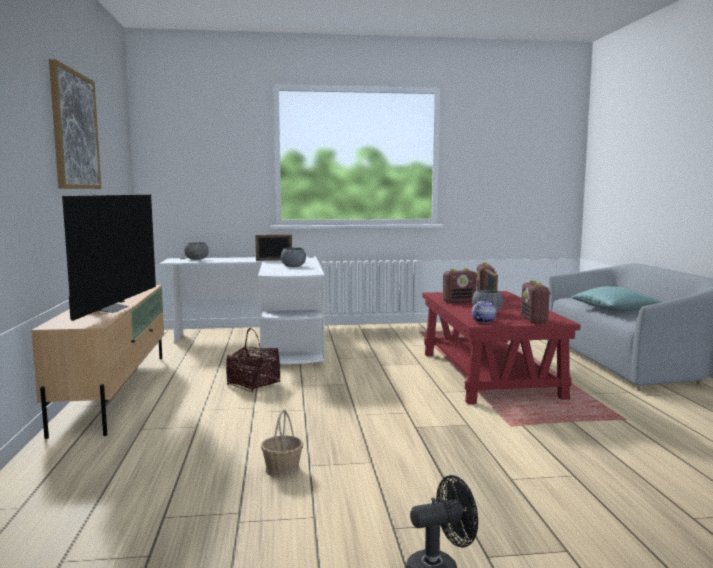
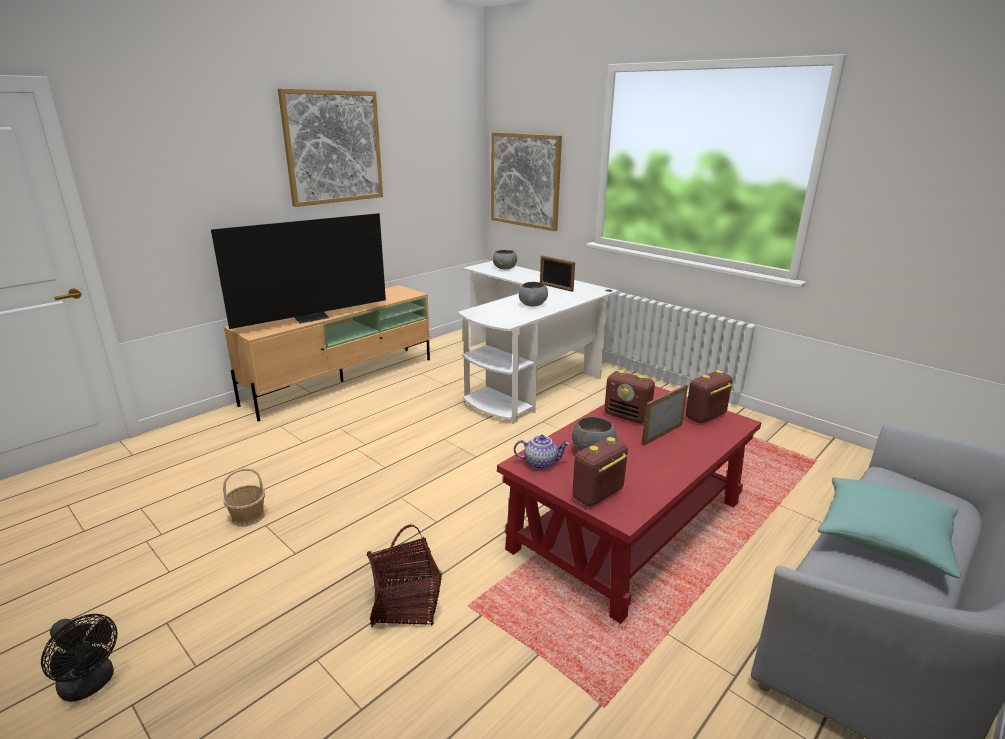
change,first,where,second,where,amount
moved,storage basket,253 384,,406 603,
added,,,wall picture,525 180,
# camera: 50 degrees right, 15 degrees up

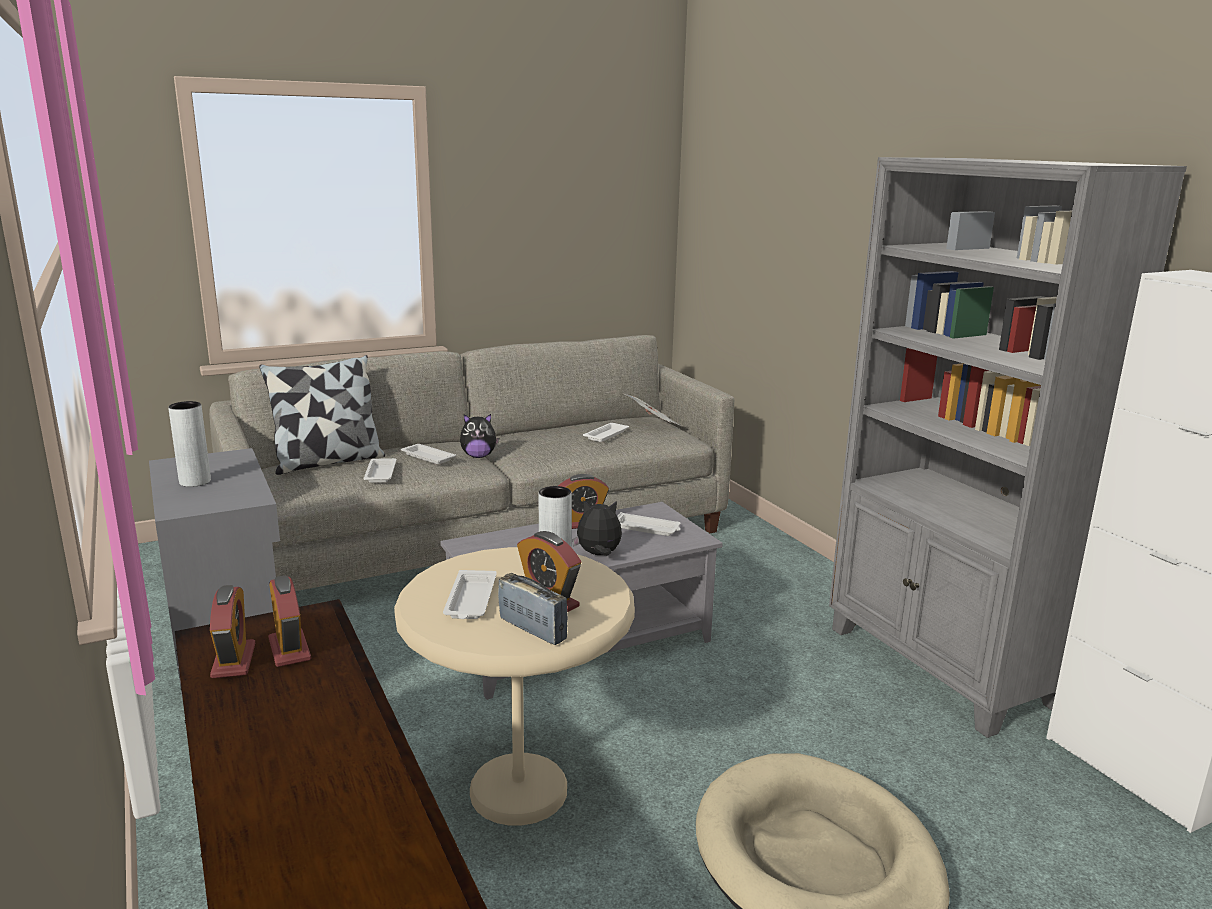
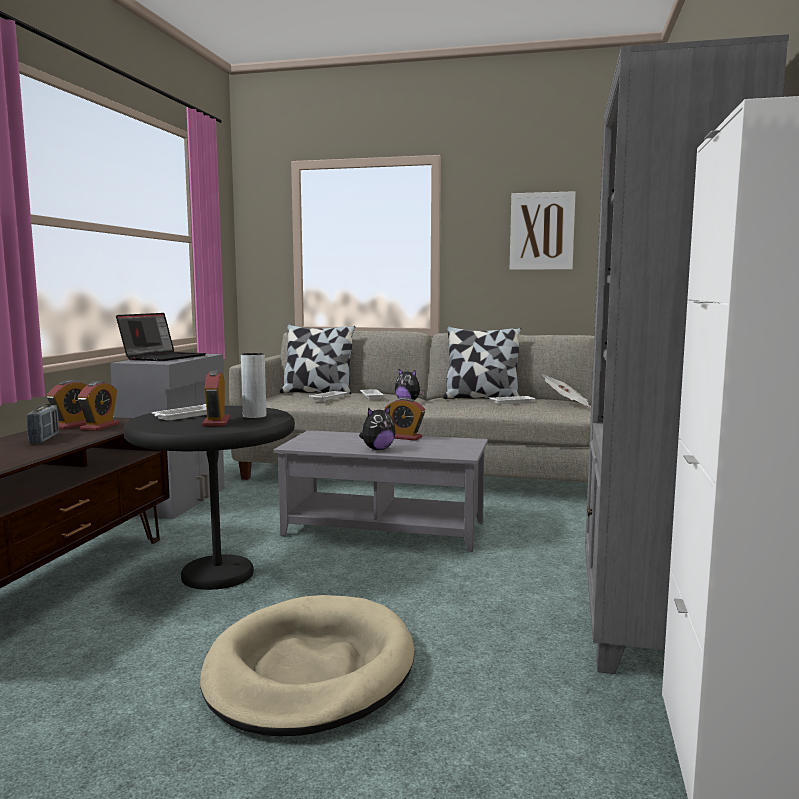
change,first,where,second,where,amount
moved,radio,532 629,,44 439,
replaced,decorative vase in grey,195 481,portable computer,163 357,
recoloured,accent table in sand-coloured,518 791,accent table in black,217 574,
turned,soft toy,598 555,,377 449,105 degrees clockwise
added,,,throw pillow,481 398,
added,,,wall picture,542 231,
removed,carrying tray in whitish,647 528,,,
# camera: 40 degrees right, 10 degrees down

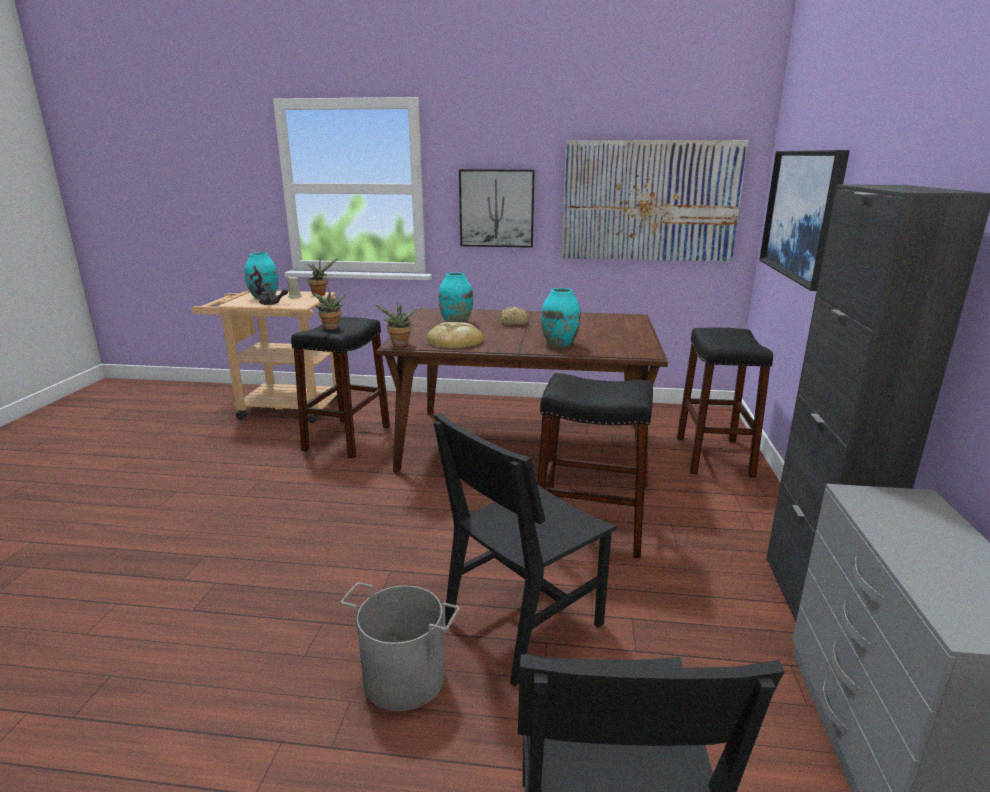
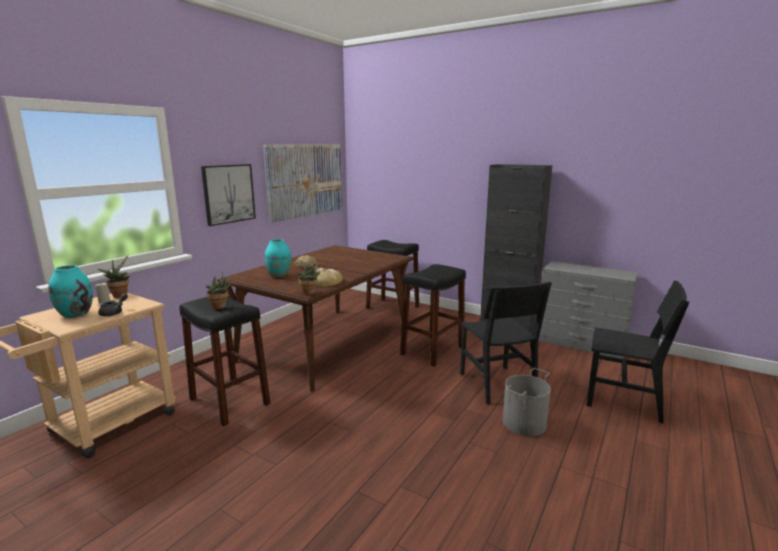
change,first,where,second,where,amount
removed,decorative vase in blue-green,559 344,,,
removed,wall picture,802 214,,,
# camera: 65 degrees left, 5 degrees down

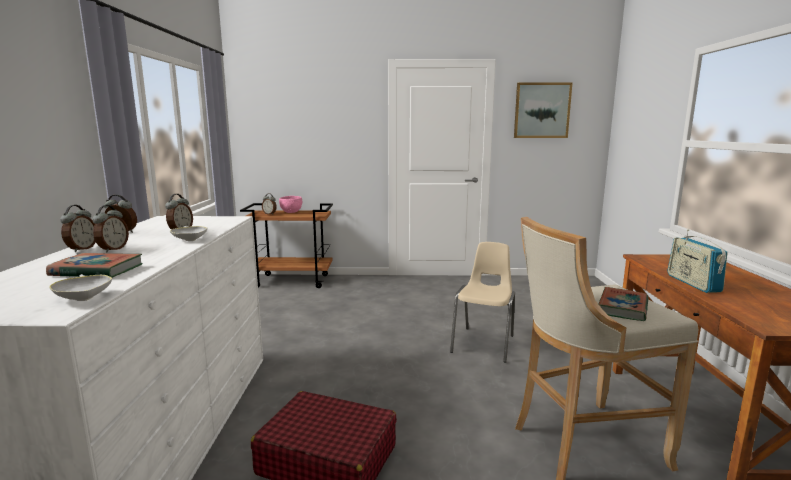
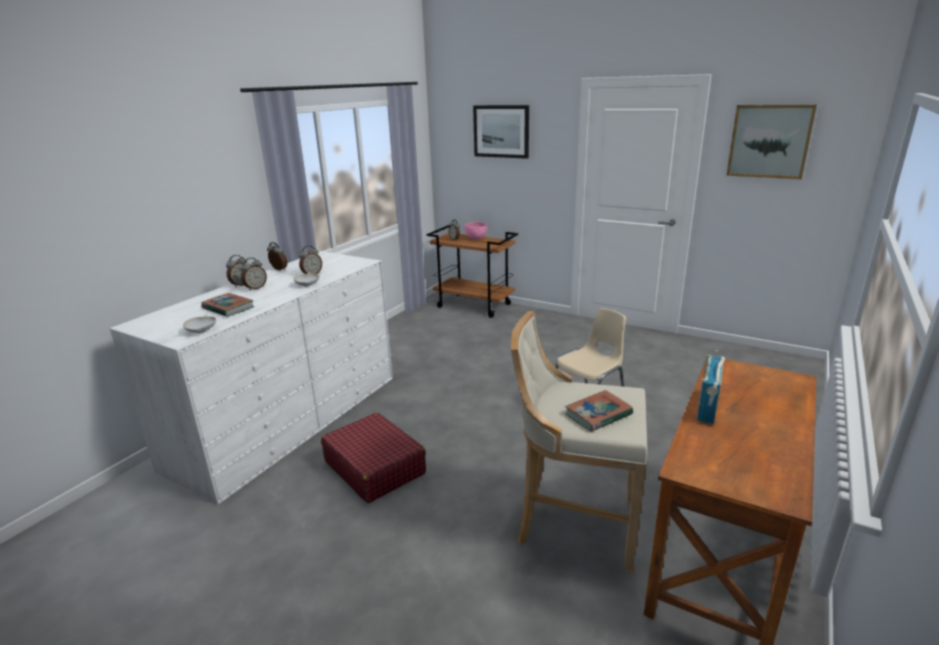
change,first,where,second,where,amount
added,,,wall picture,501 131,
# camera: 30 degrees right, 10 degrees up

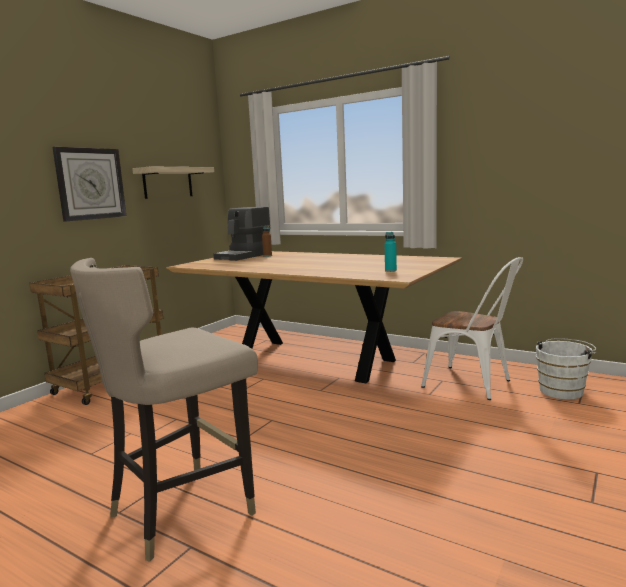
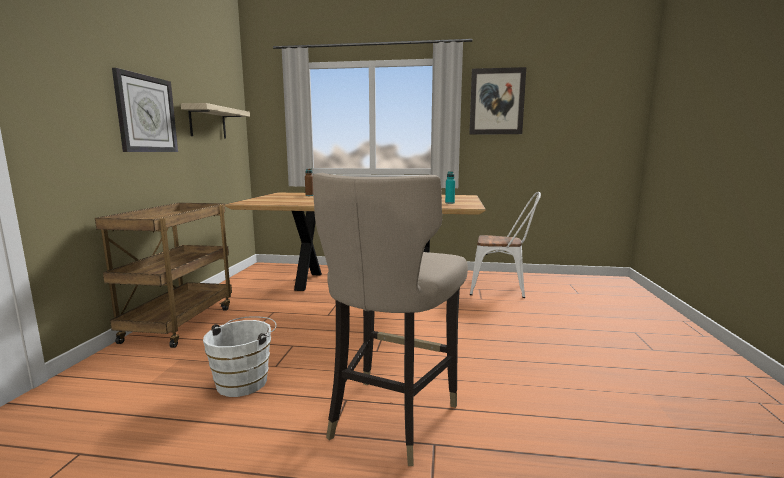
change,first,where,second,where,amount
moved,pail in whitish,563 390,,245 381,
added,,,wall picture,496 101,
removed,coffee maker,244 256,,,
# camera: 25 degrees left, 0 degrees up

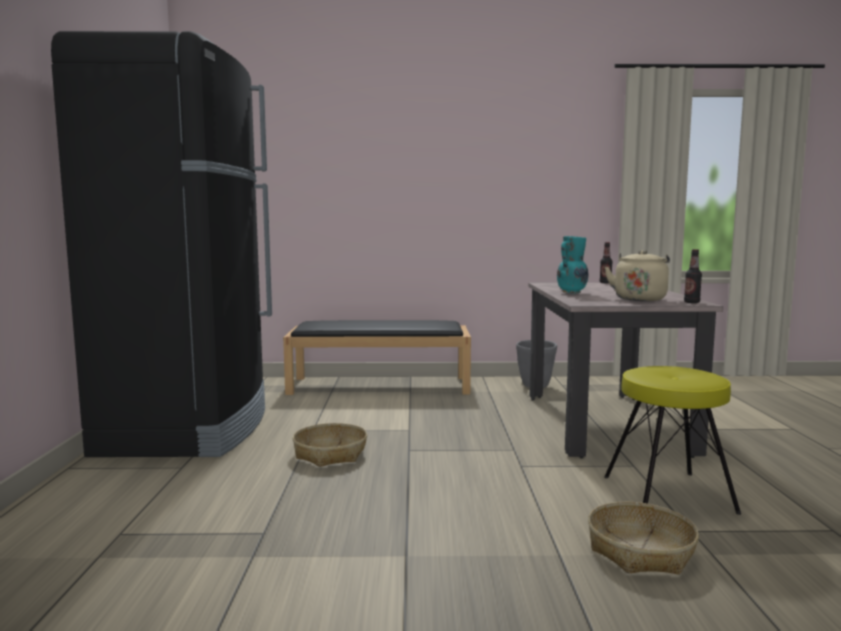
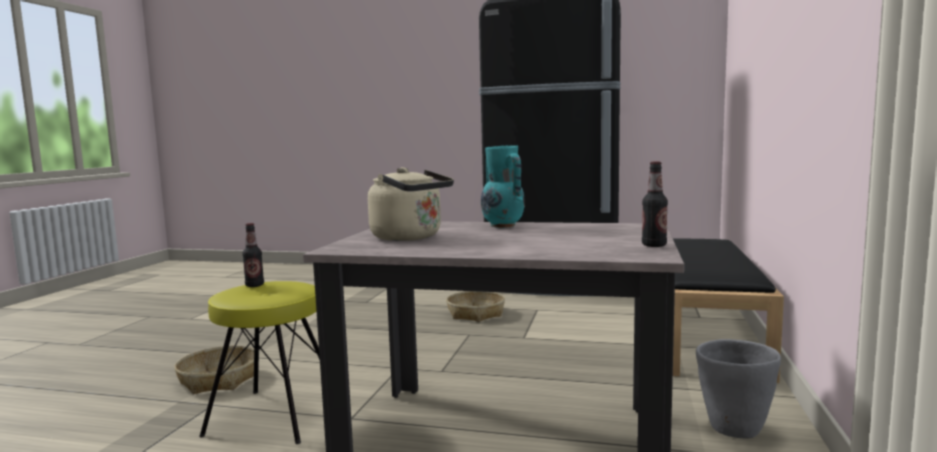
change,first,where,second,where,amount
moved,bottle,691 302,,254 285,
# camera: 105 degrees right, 0 degrees up

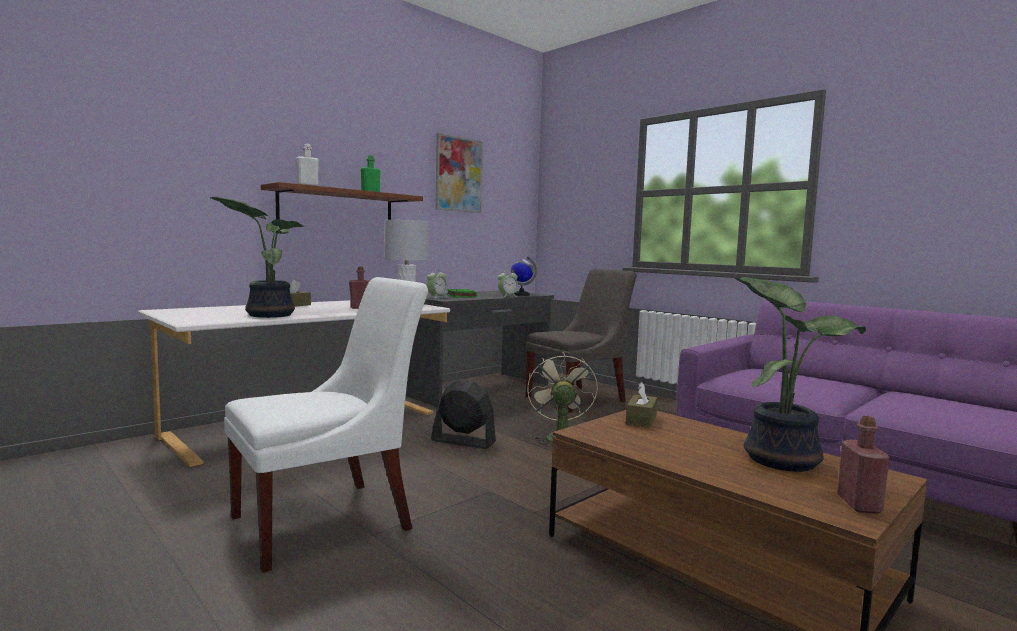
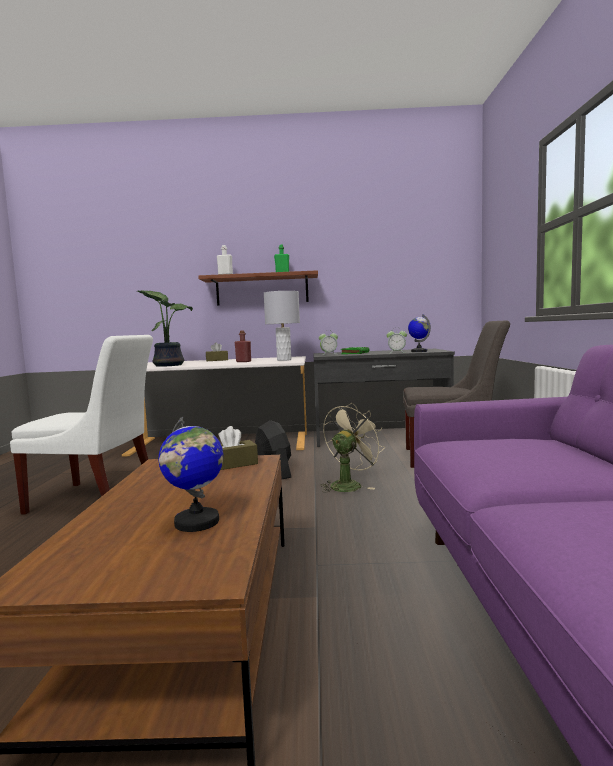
change,first,where,second,where,amount
replaced,potted plant,781 459,world globe,196 522,
removed,wall picture,458 174,,,
removed,bottle in red,859 505,,,
# camera: 45 degrees right, 0 degrees up

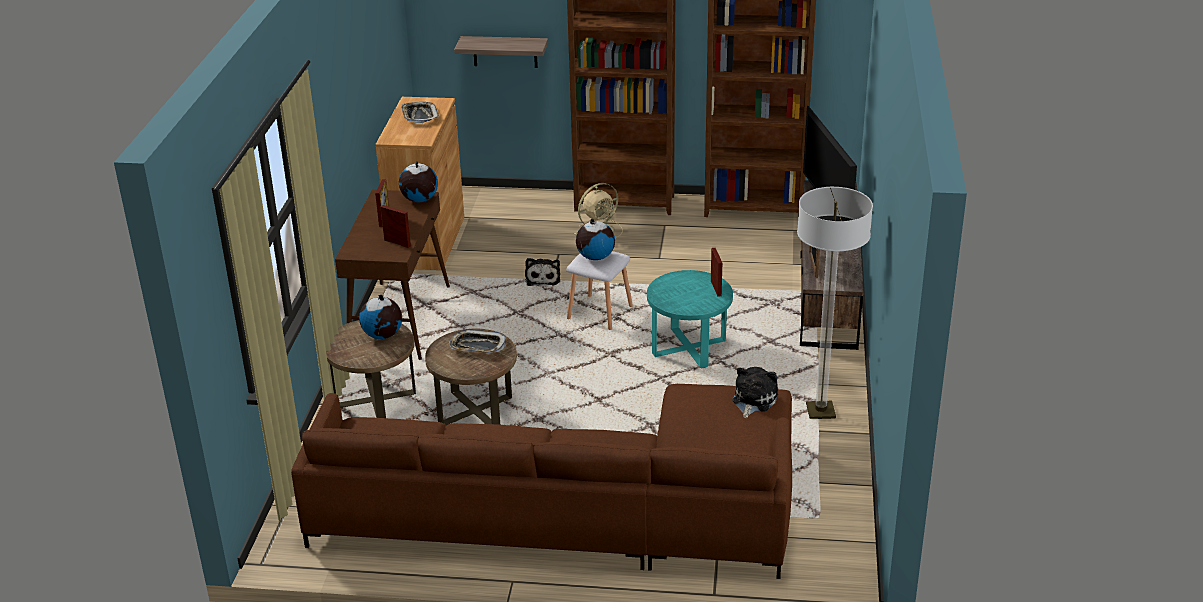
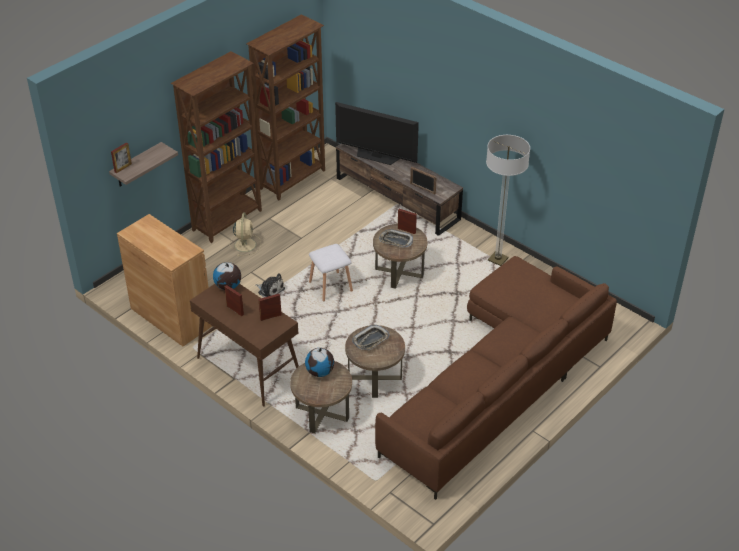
change,first,where,second,where,amount
added,,,picture frame,123 168,
recoloured,accent table in blue-green,689 348,accent table in brown,399 272,
moved,carrying tray,419 115,,395 241,
removed,world globe,595 257,,,
removed,soft toy,753 400,,,
# camera: 55 degrees left, 10 degrees up

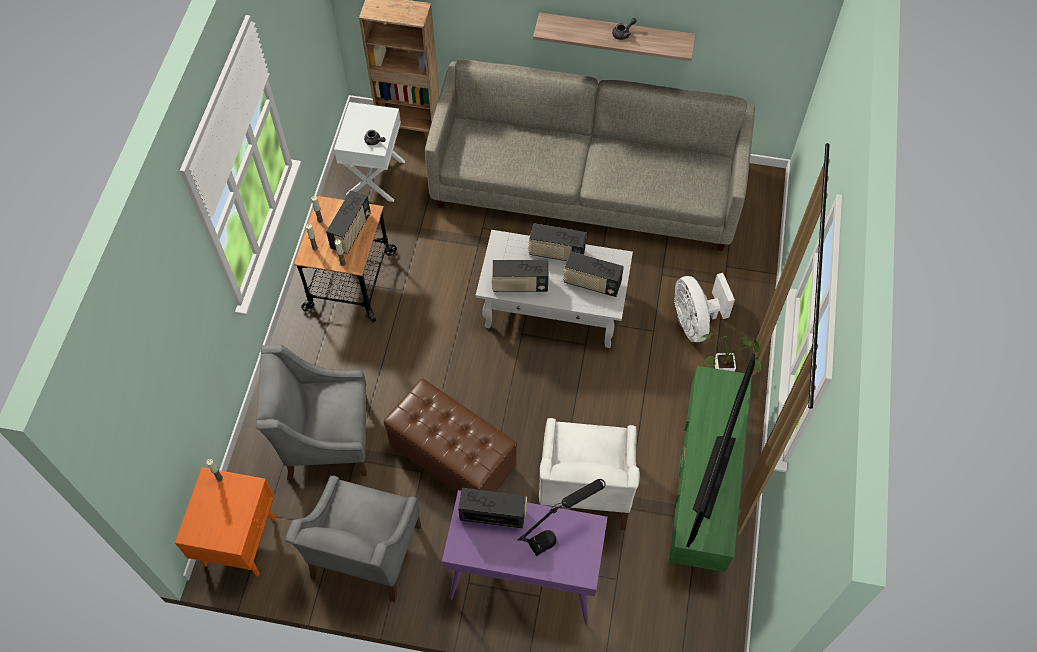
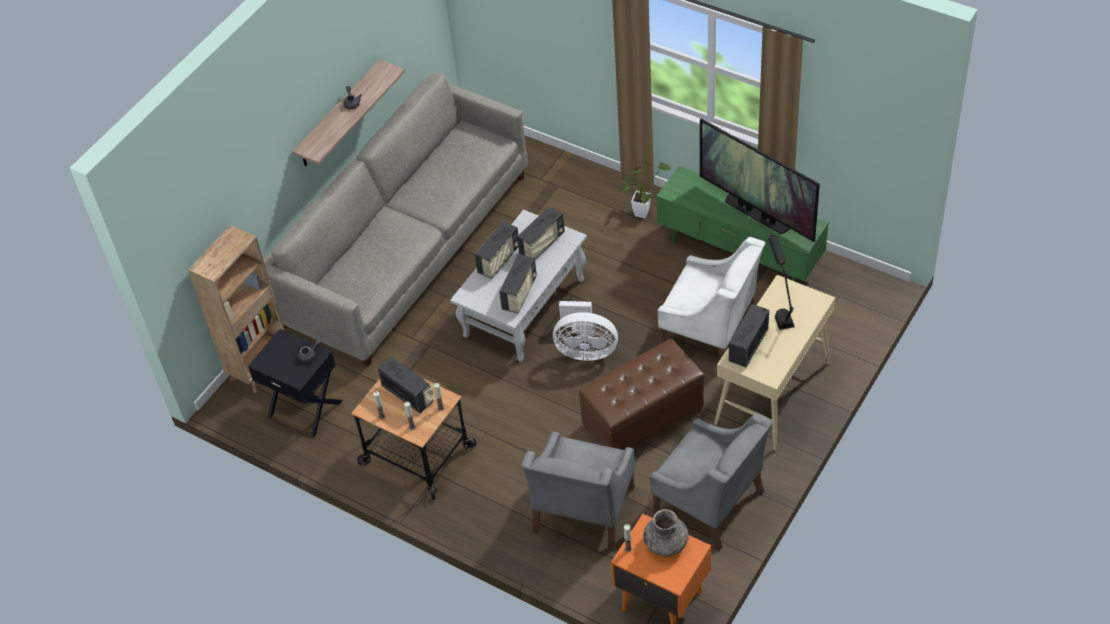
change,first,where,second,where,amount
recoloured,accent table in whitish,376 178,accent table in black,305 408,
moved,cooling fan in whitish,694 321,,585 350,
added,,,decorative vase in grey,666 543,
recoloured,hall table in purple,524 576,hall table in sand-coloured,772 394,
# camera: 65 degrees left, 10 degrees down

